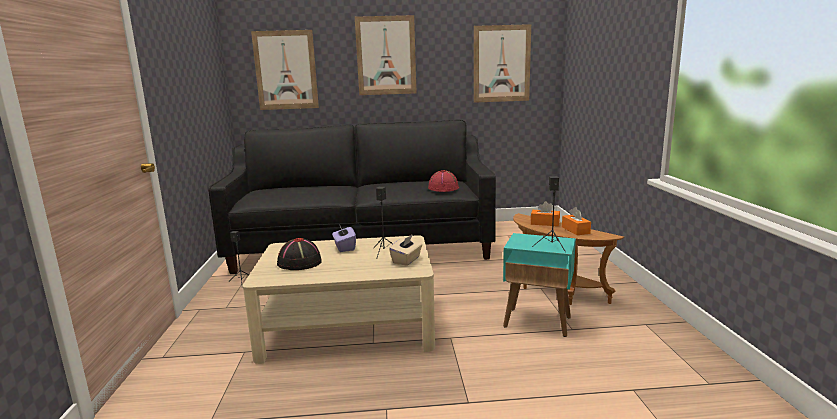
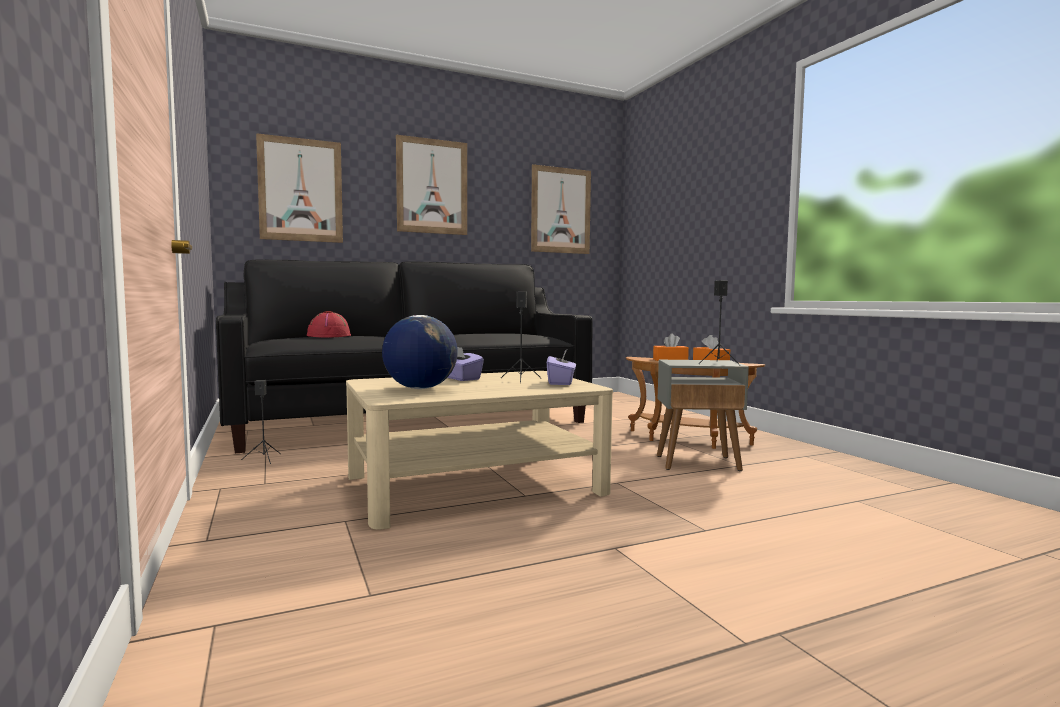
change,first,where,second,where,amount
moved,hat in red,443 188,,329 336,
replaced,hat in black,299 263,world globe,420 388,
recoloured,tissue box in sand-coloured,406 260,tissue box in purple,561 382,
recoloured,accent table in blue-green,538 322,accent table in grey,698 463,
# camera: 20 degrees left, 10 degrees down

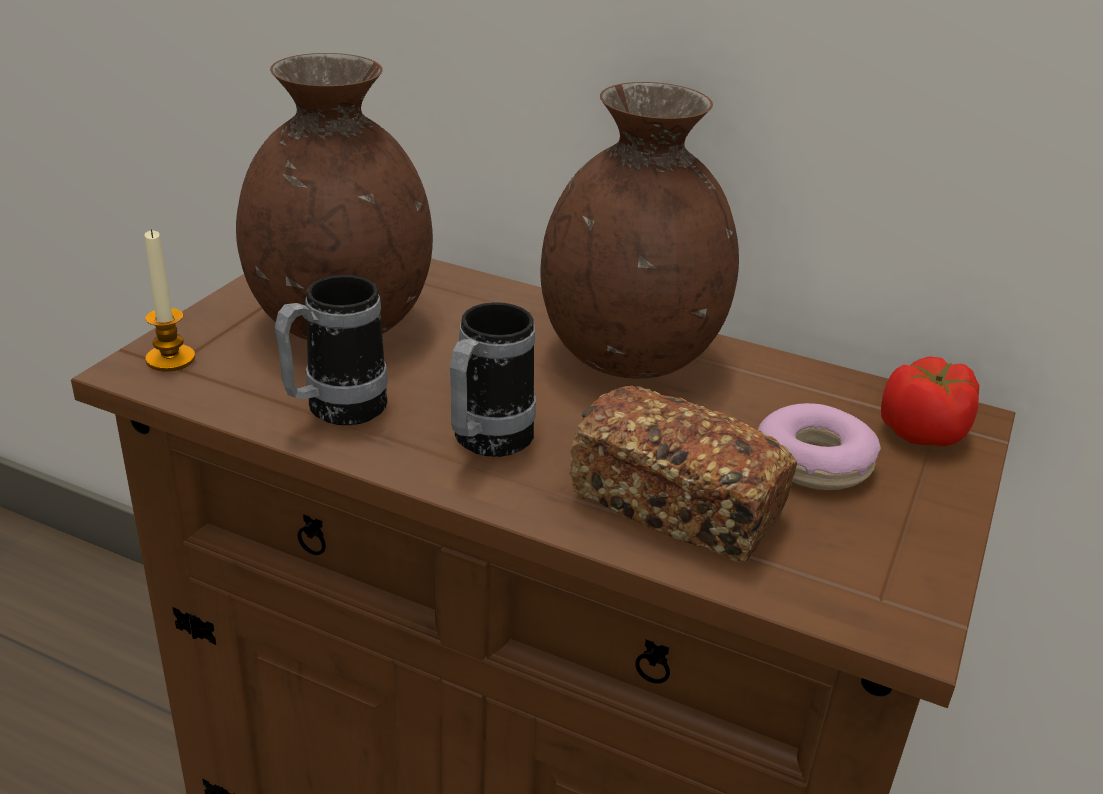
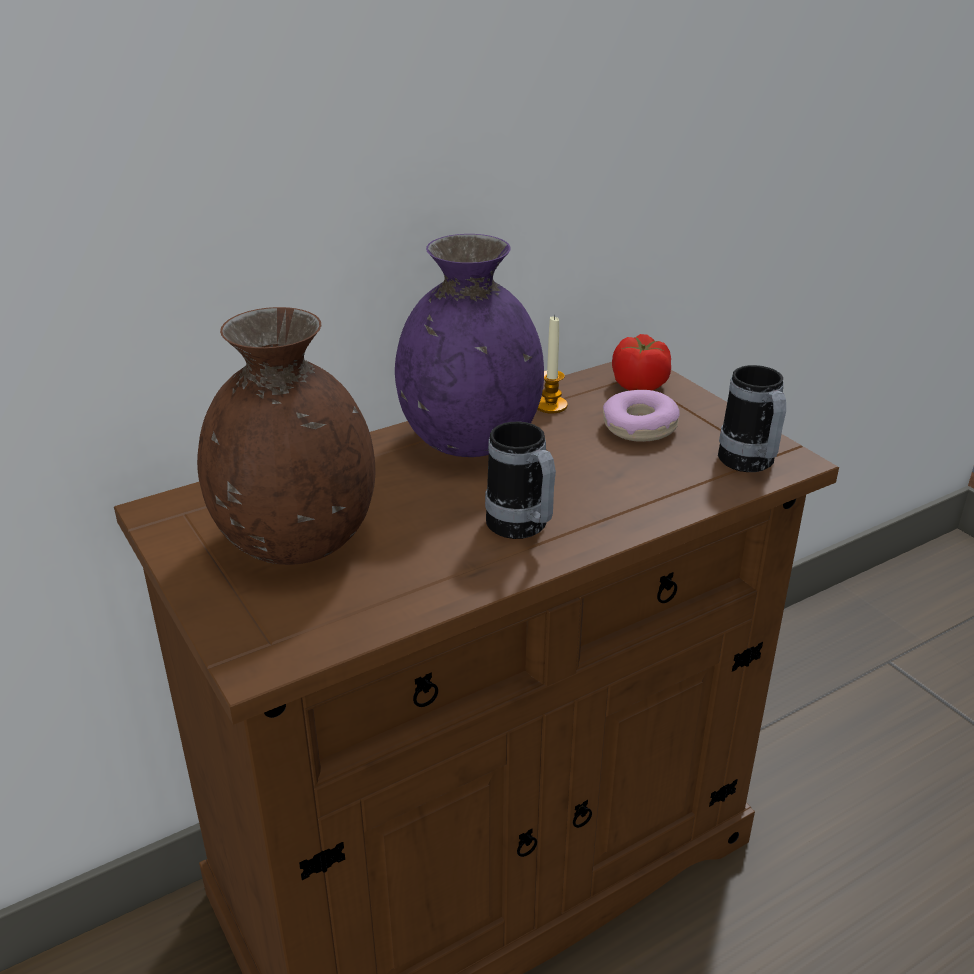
change,first,where,second,where,amount
recoloured,decorative vase in brown,630 355,decorative vase in purple,469 439,
moved,wax light,170 359,,551 405,
moved,tea mug,334 411,,750 465,
removed,baked bread,677 505,,,
# camera: 55 degrees left, 0 degrees up

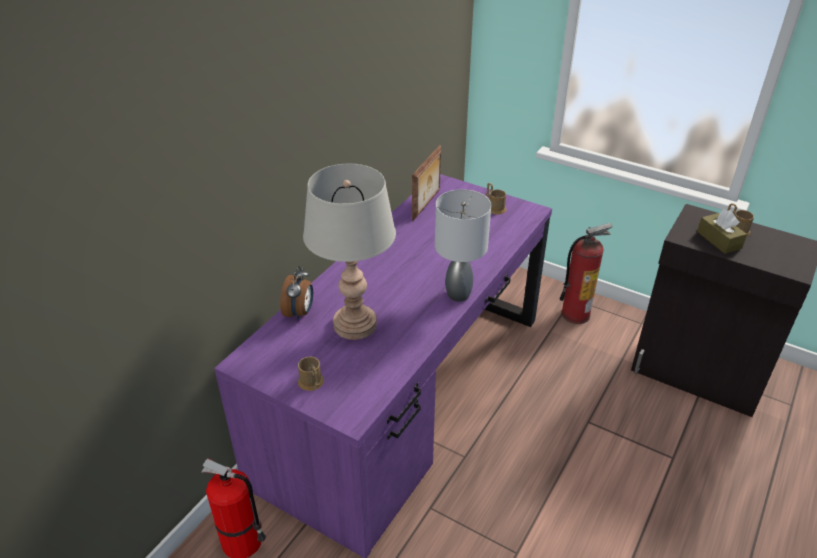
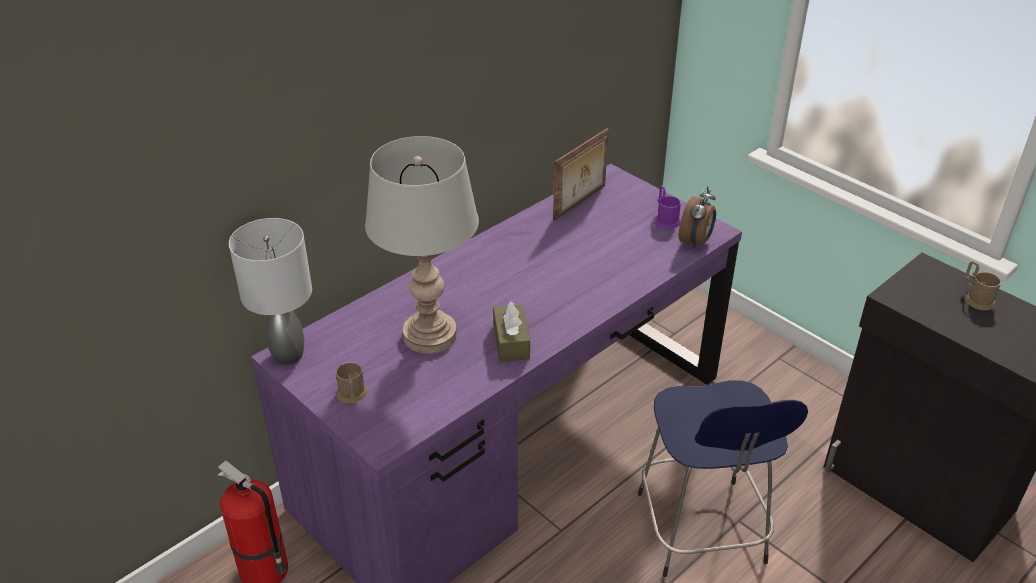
change,first,where,second,where,amount
moved,table lamp in grey,457 294,,287 354,
moved,tissue box in brown,719 240,,511 342,
added,,,stool seat in bluish,701 532,
recoloured,tea mug in brown,494 207,tea mug in purple,665 219,
moved,alarm clock,300 313,,696 241,
removed,extinguisher,575 314,,,
# camera: 15 degrees right, 0 degrees up

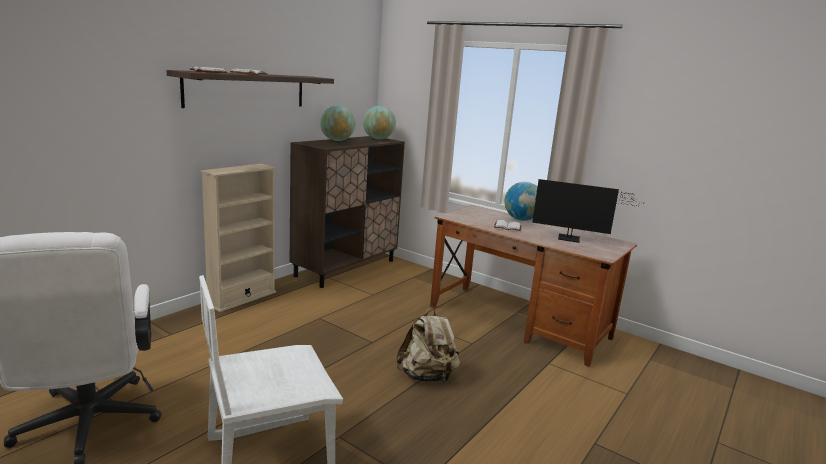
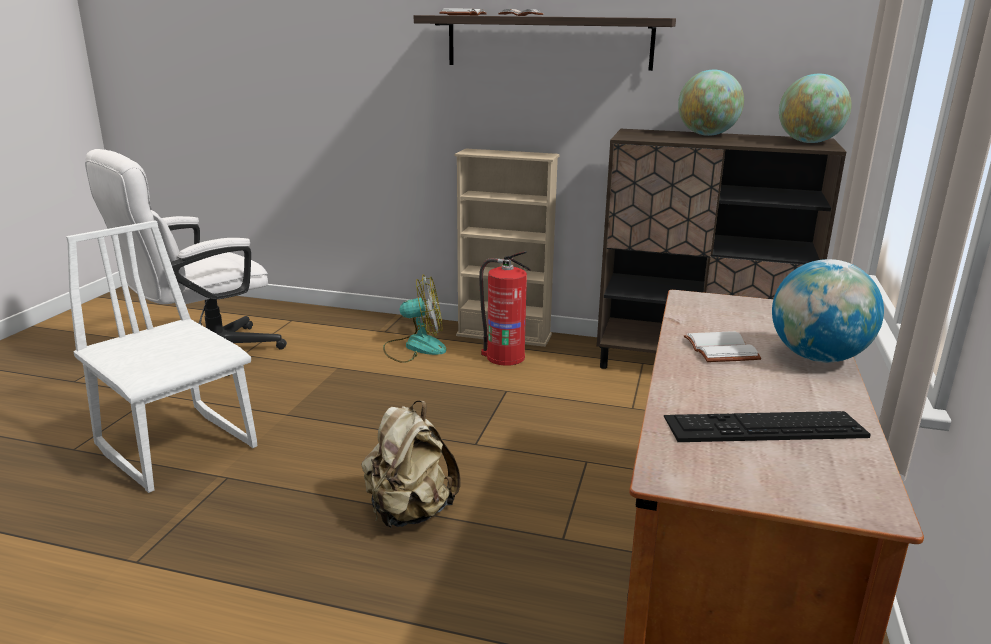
change,first,where,second,where,amount
added,,,cooling fan,415 347,
added,,,extinguisher,504 357,
replaced,computer display,572 239,computer keyboard,764 427,
# camera: 70 degrees right, 5 degrees up

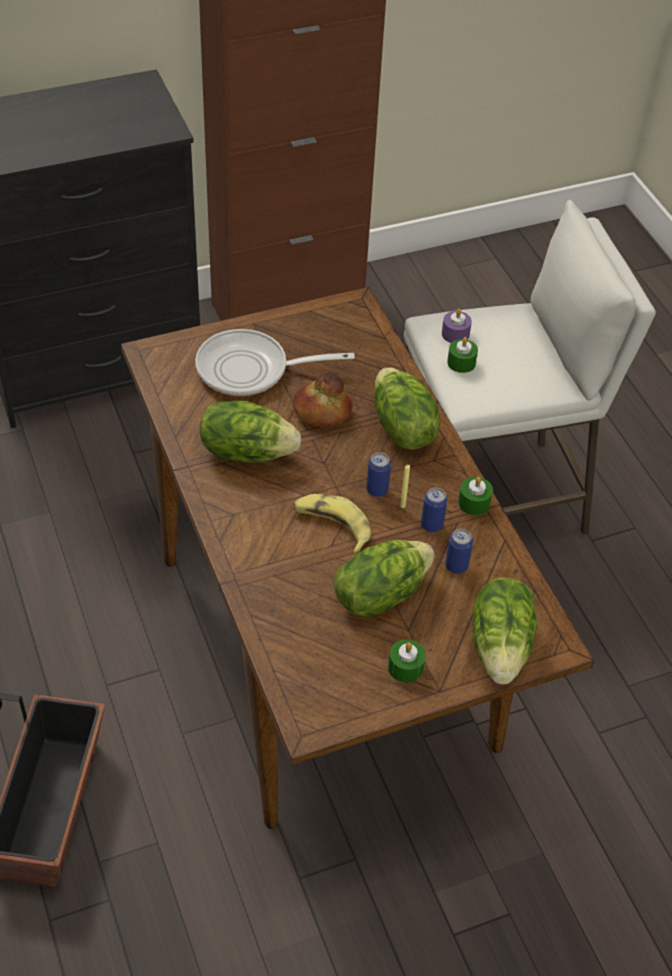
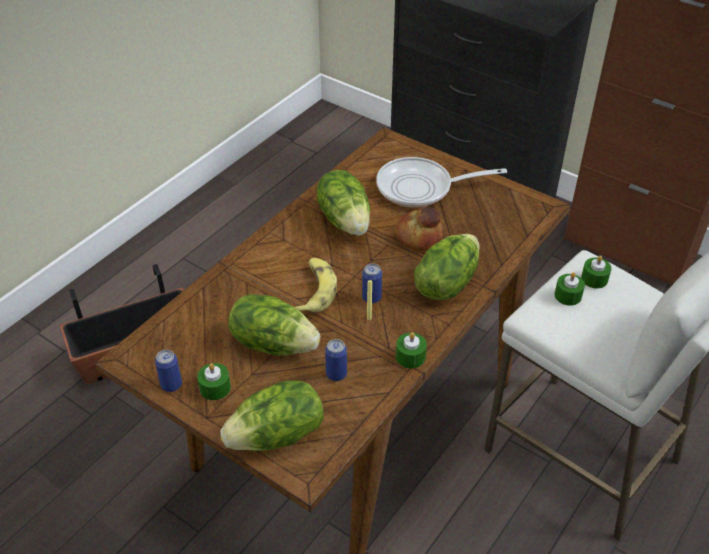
change,first,where,second,where,amount
moved,can,431 525,,171 385,
turned,pan,250 370,,421 188,60 degrees counterclockwise
recoloured,wax light in purple,455 334,wax light in green,594 279,
# camera: 60 degrees right, 5 degrees down

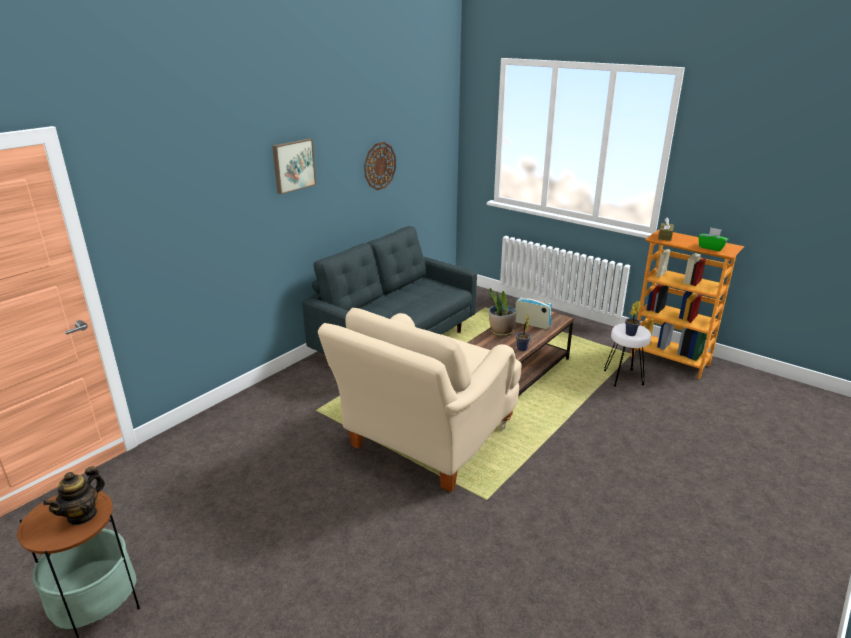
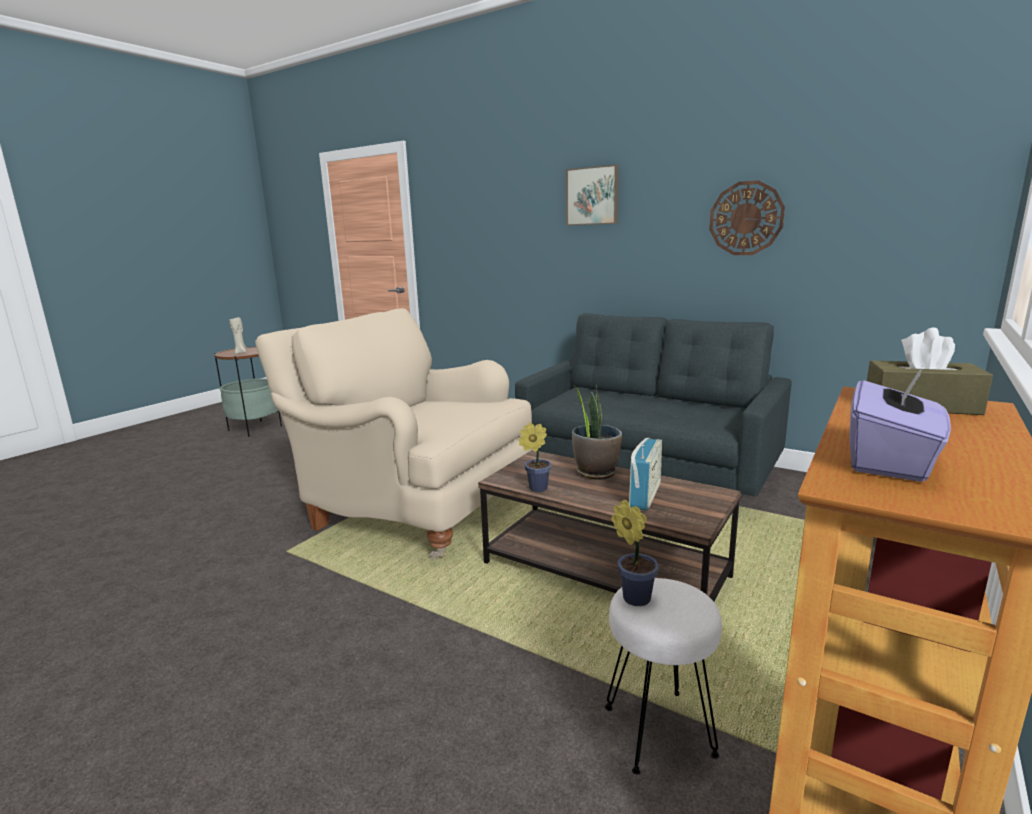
change,first,where,second,where,amount
replaced,pot for tea,82 515,wax light in sand-coloured,241 353,
recoloured,tissue box in green,711 247,tissue box in purple,890 461,
# camera: 85 degrees right, 10 degrees down

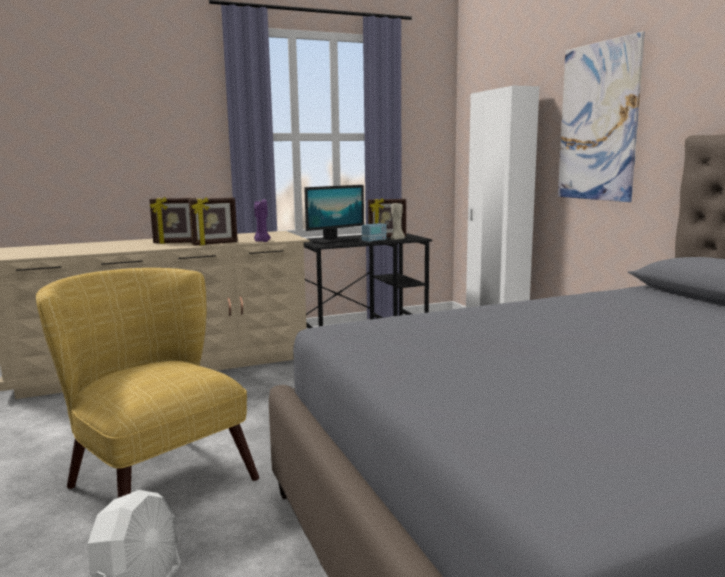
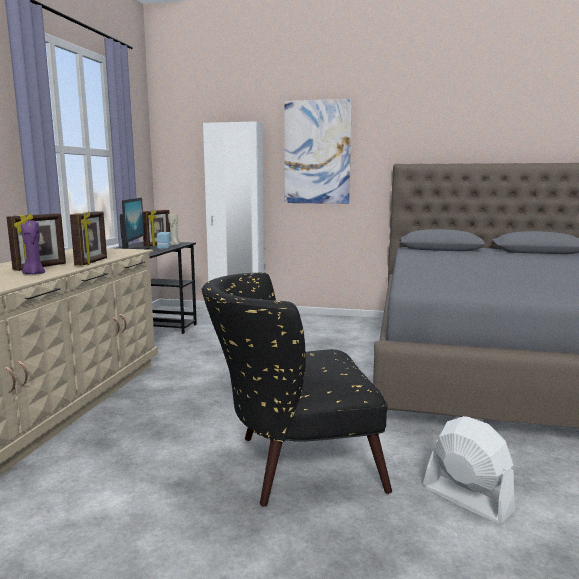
change,first,where,second,where,amount
moved,wax light in purple,262 241,,34 273,
recoloured,armchair in yellow-coloured,153 477,armchair in black,292 464,
# camera: 55 degrees left, 0 degrees up

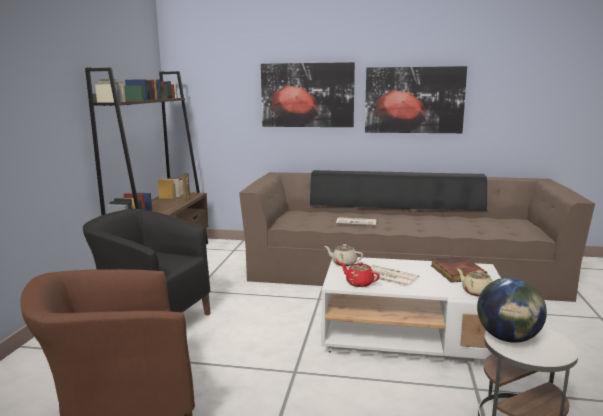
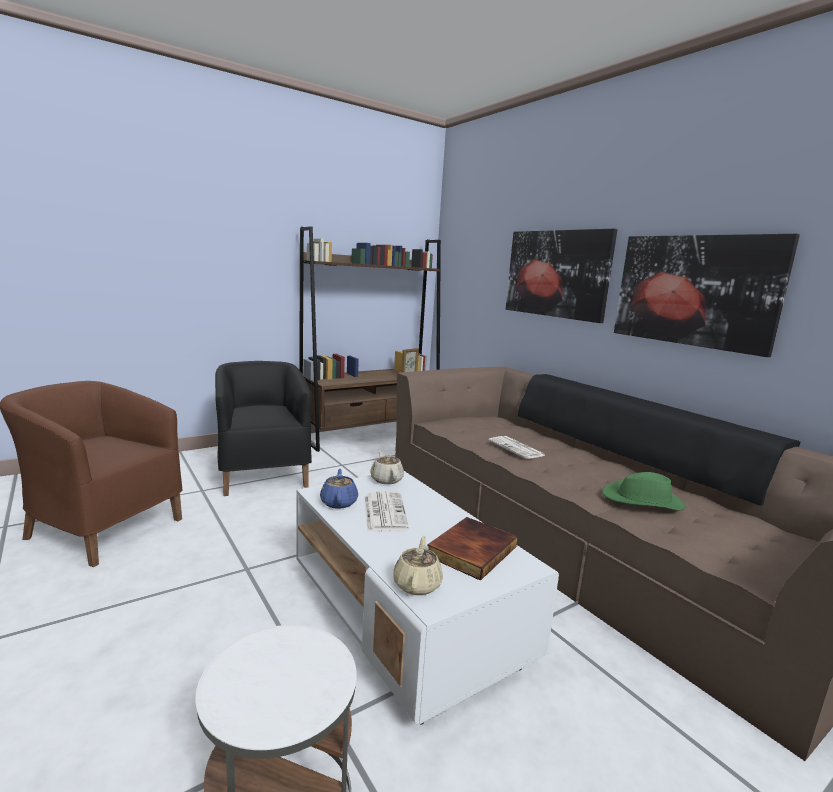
change,first,where,second,where,amount
recoloured,pot for tea in red,359 283,pot for tea in bluish,339 502,
added,,,hat in green,643 500,
removed,world globe,508 338,,,
# camera: 45 degrees right, 0 degrees up

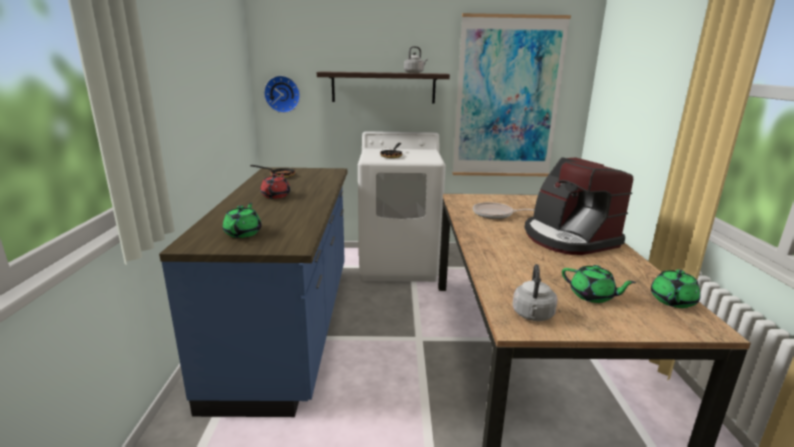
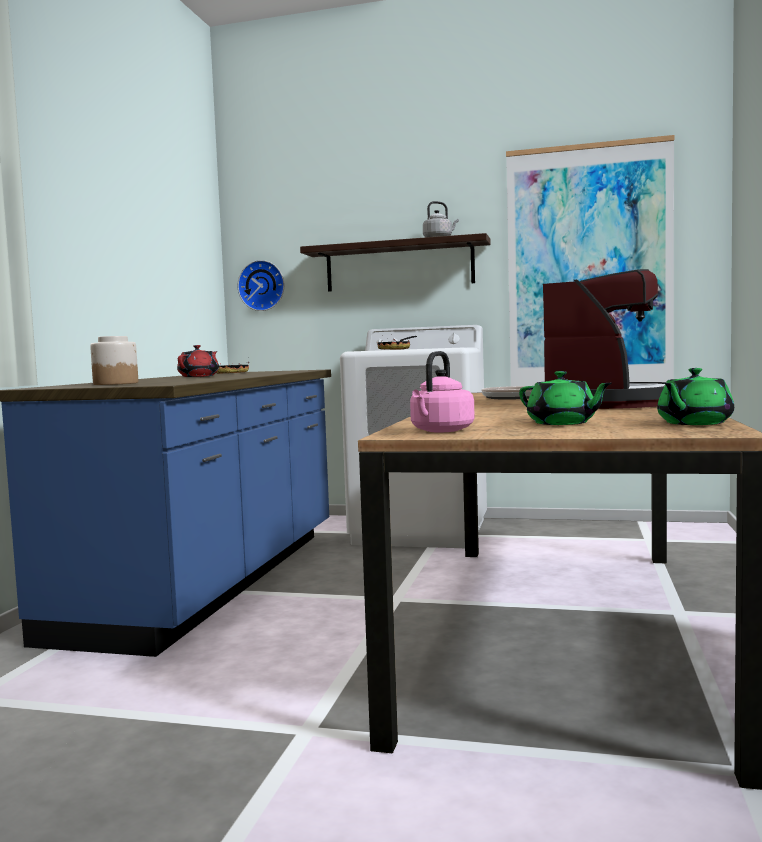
change,first,where,second,where,amount
replaced,pot for tea in green,243 233,storage jar,115 383,
recoloured,kettle in grey,532 315,kettle in pink,440 431,
turned,coffee maker,568 238,,605 404,150 degrees counterclockwise
# camera: 15 degrees right, 15 degrees down

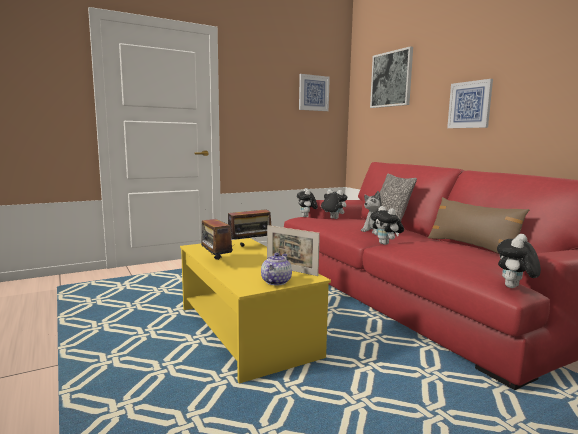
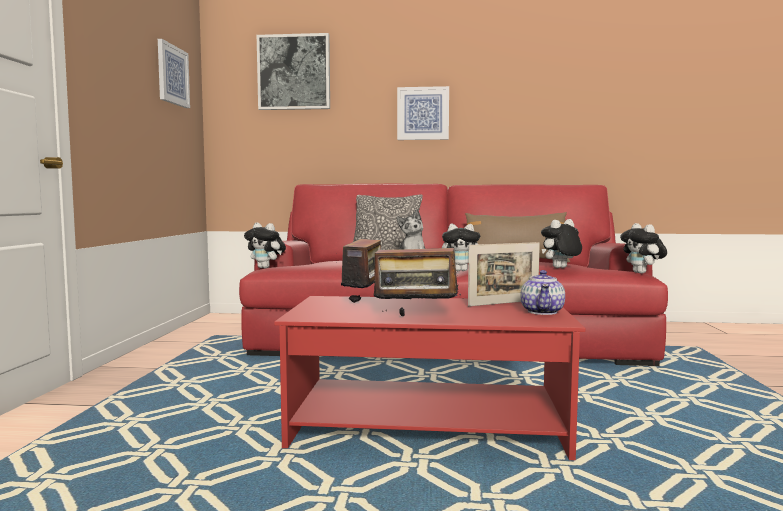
change,first,where,second,where,amount
recoloured,low table in yellow-coloured,246 331,low table in red,429 426,
turned,pot for tea,275 282,,542 312,135 degrees counterclockwise
moved,soft toy,332 218,,560 268,
# camera: 55 degrees left, 5 degrees down

